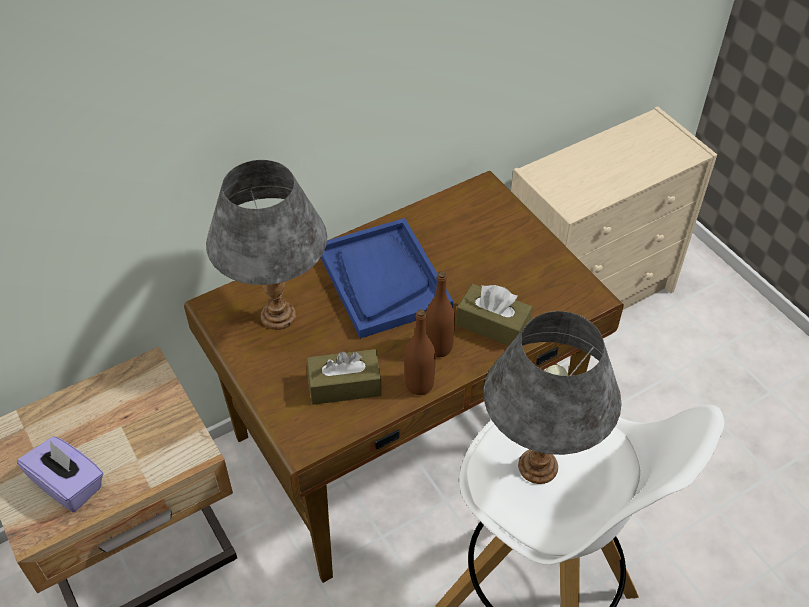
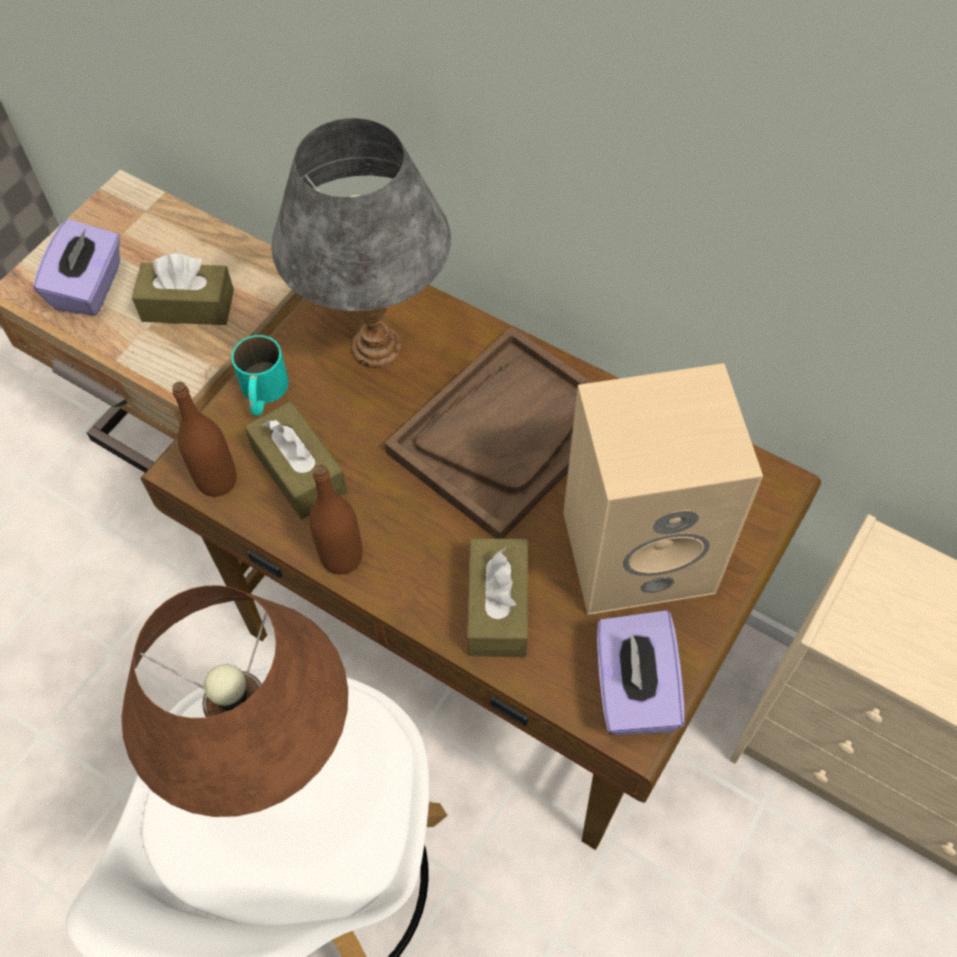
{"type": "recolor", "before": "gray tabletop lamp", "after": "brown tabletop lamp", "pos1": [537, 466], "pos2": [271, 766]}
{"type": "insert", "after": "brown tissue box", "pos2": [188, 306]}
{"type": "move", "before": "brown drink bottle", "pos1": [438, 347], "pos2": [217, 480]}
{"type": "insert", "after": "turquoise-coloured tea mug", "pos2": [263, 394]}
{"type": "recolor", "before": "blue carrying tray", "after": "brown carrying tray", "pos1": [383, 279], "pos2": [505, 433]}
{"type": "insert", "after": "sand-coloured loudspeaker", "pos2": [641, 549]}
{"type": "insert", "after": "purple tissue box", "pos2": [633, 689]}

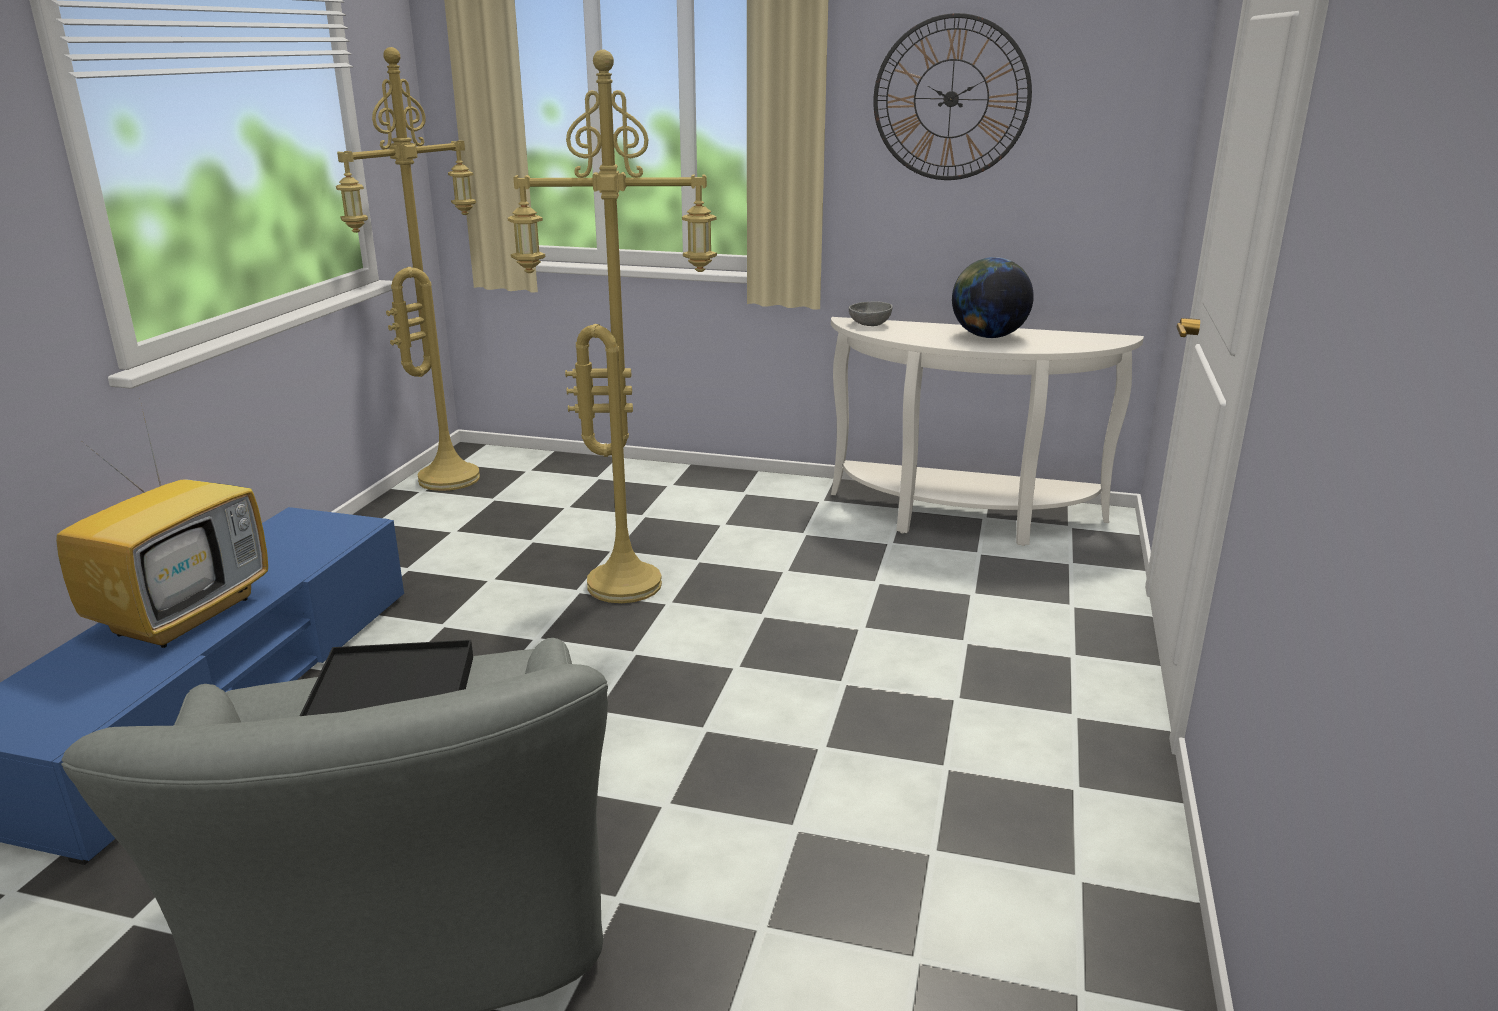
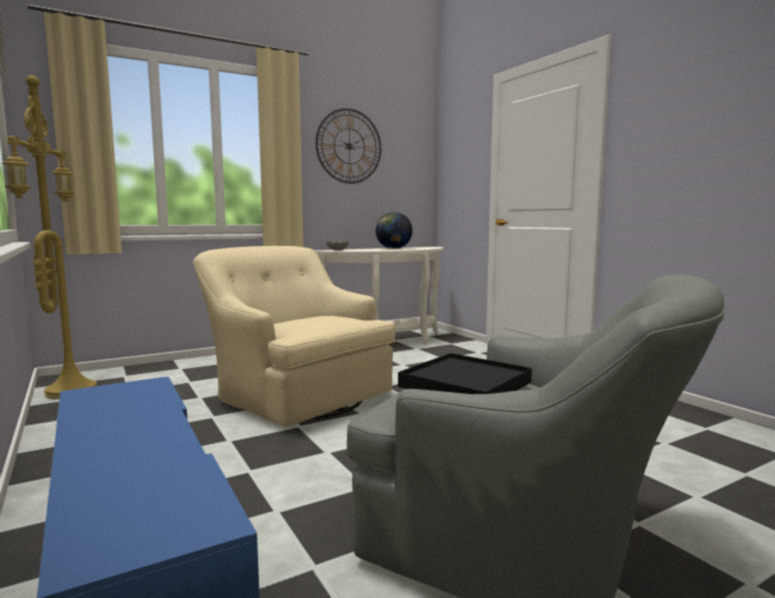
{"type": "replace", "before": "yellowish standing lamp", "after": "sand-coloured easy chair", "pos1": [628, 583], "pos2": [296, 395]}
{"type": "delete", "before": "television", "pos1": [184, 614]}

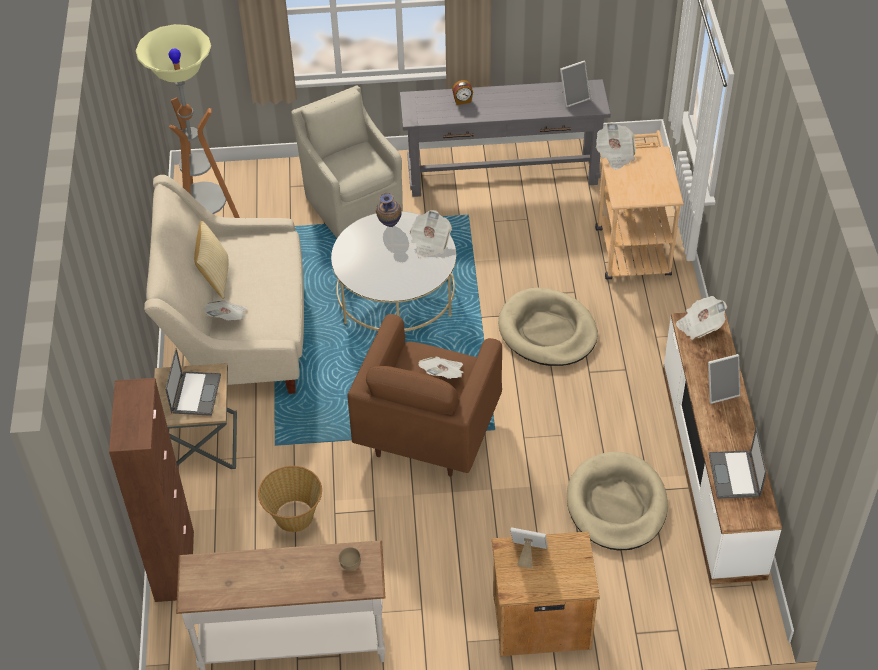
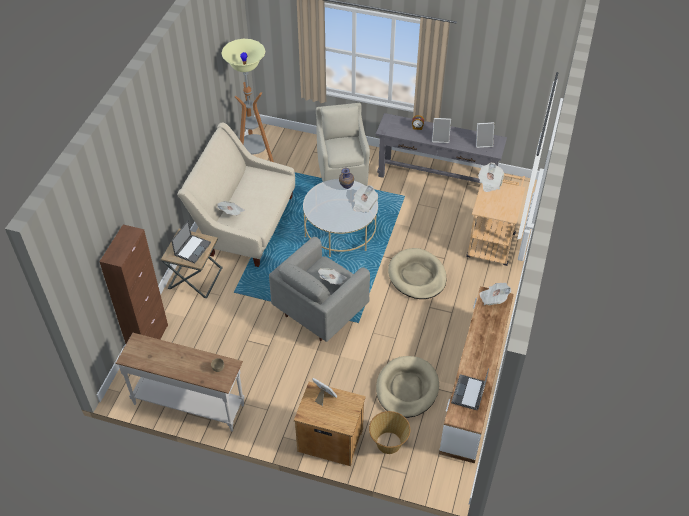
{"type": "recolor", "before": "brown easy chair", "after": "gray easy chair", "pos1": [427, 431], "pos2": [320, 311]}
{"type": "move", "before": "storage basket", "pos1": [294, 517], "pos2": [388, 443]}
{"type": "move", "before": "picture frame", "pos1": [720, 391], "pos2": [440, 138]}
{"type": "delete", "before": "cushion", "pos1": [215, 278]}

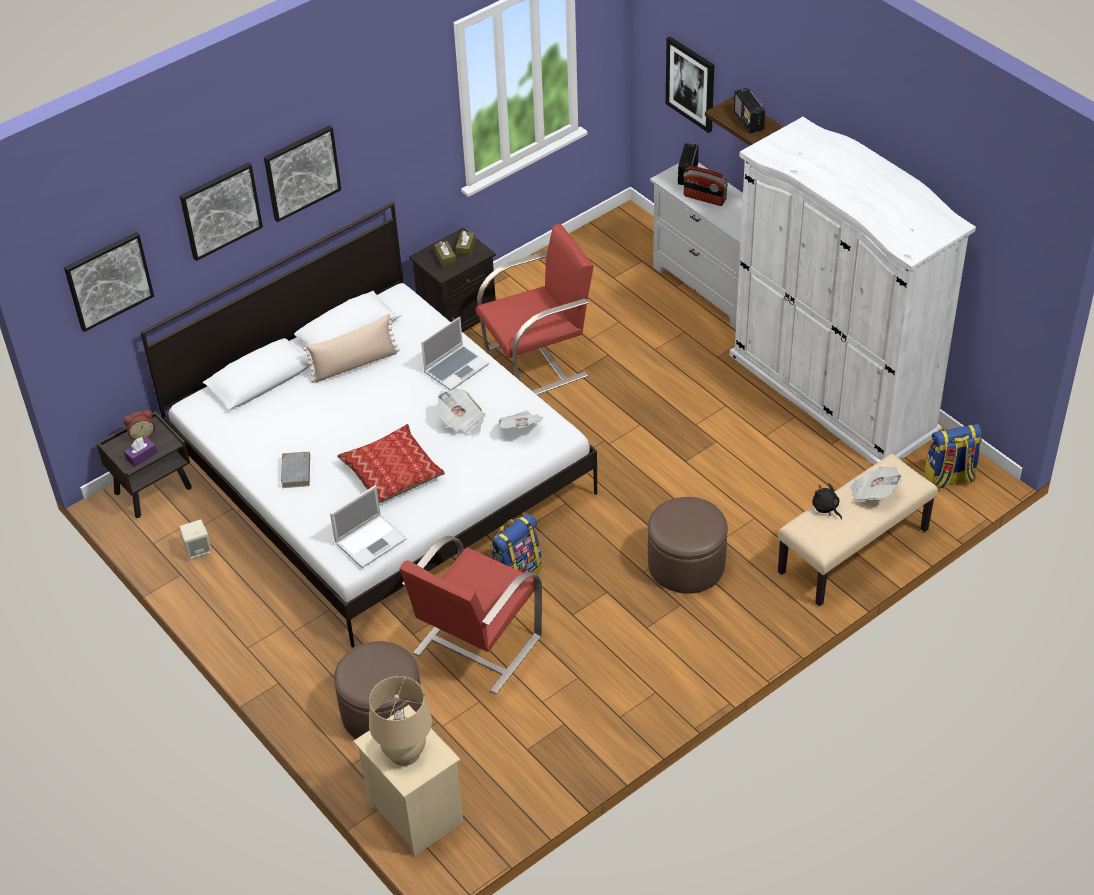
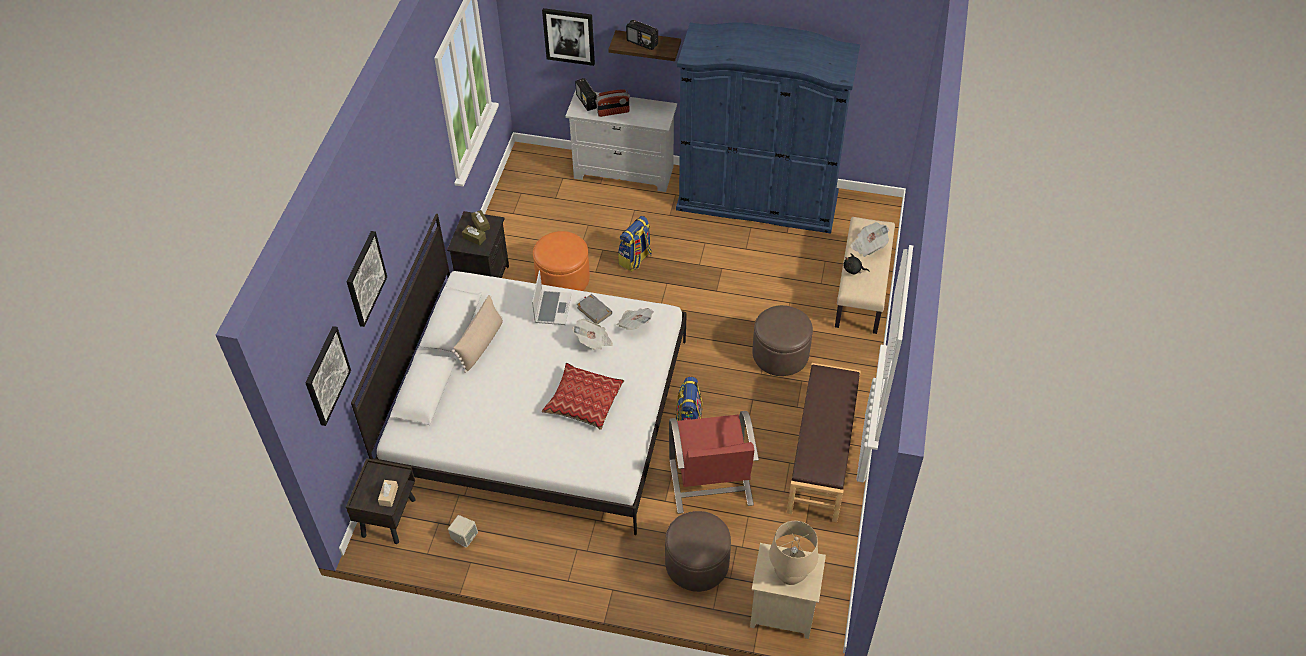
{"type": "recolor", "before": "purple tissue box", "after": "sand-coloured tissue box", "pos1": [141, 456], "pos2": [389, 496]}
{"type": "replace", "before": "reddish easy chair", "after": "orange-coloured ottoman", "pos1": [537, 361], "pos2": [563, 278]}
{"type": "move", "before": "gray bound book", "pos1": [296, 472], "pos2": [594, 310]}
{"type": "move", "before": "backpack", "pos1": [949, 478], "pos2": [635, 259]}
{"type": "recolor", "before": "whitish clothes cupboard", "after": "blue clothes cupboard", "pos1": [833, 393], "pos2": [757, 201]}
{"type": "insert", "after": "brown bench", "pos2": [822, 456]}
{"type": "delete", "before": "alarm clock", "pos1": [142, 434]}
{"type": "delete", "before": "wall picture", "pos1": [301, 172]}
{"type": "delete", "before": "portable computer", "pos1": [371, 540]}

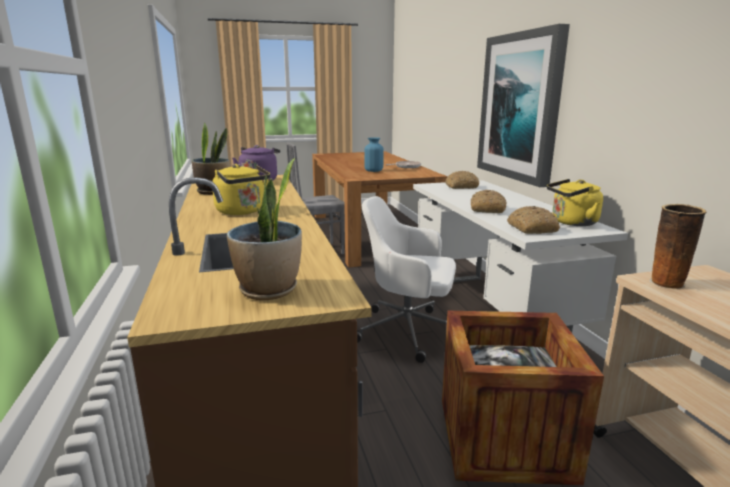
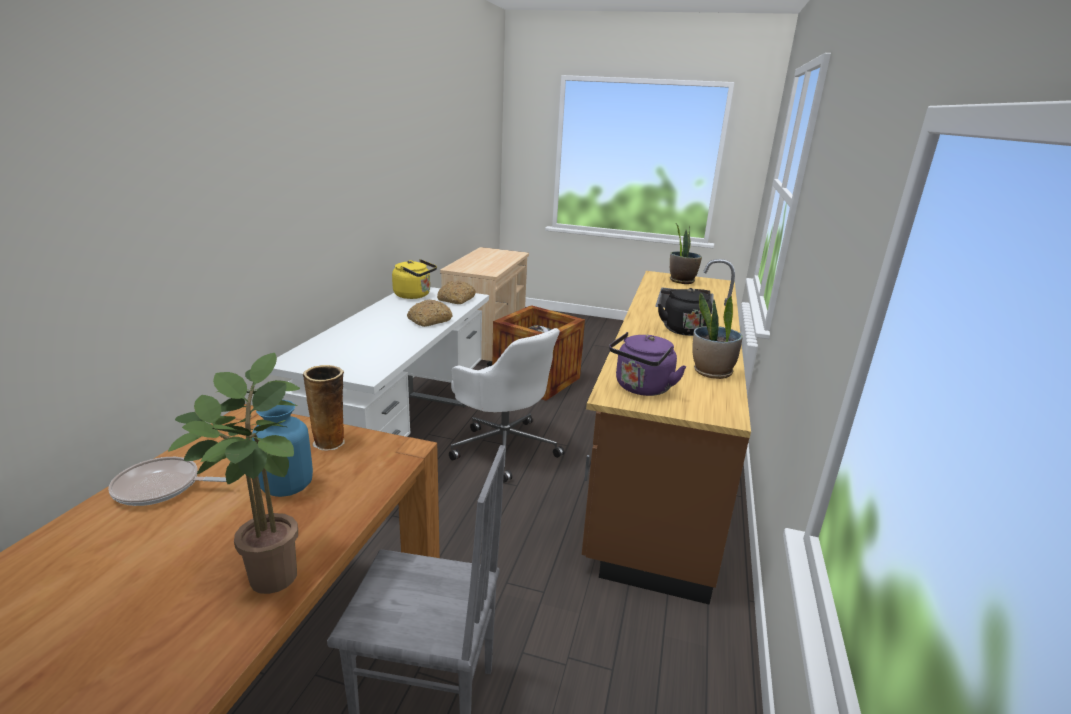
{"type": "insert", "after": "houseplant", "pos2": [268, 573]}
{"type": "move", "before": "vase", "pos1": [667, 284], "pos2": [330, 442]}
{"type": "recolor", "before": "yellowish water kettle", "after": "black water kettle", "pos1": [242, 212], "pos2": [682, 329]}
{"type": "delete", "before": "bakery bread", "pos1": [461, 187]}
{"type": "delete", "before": "wall picture", "pos1": [520, 107]}

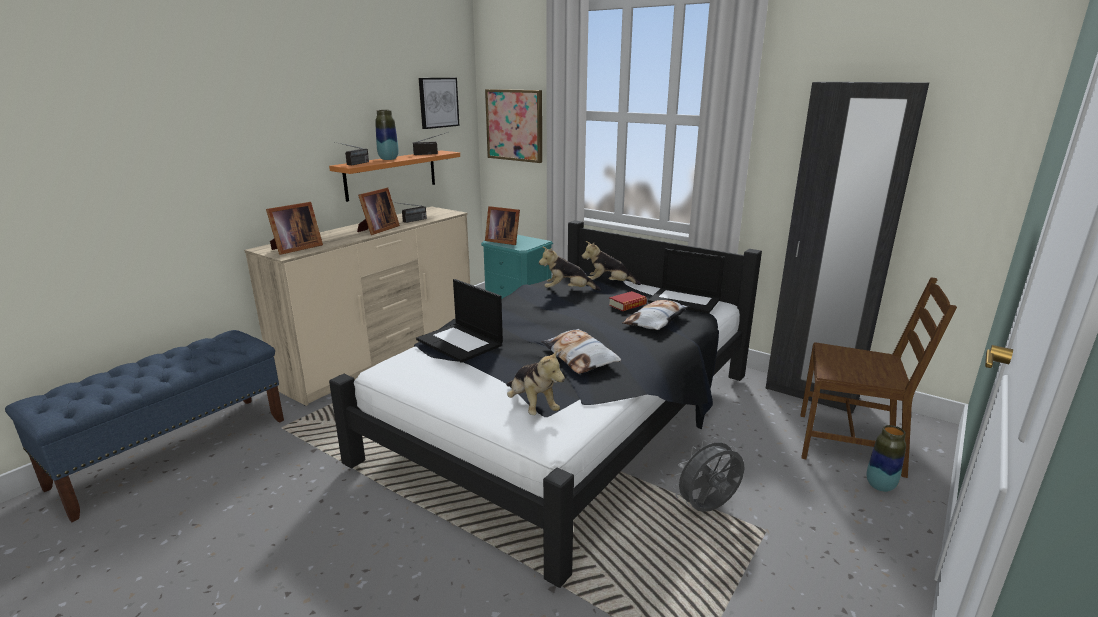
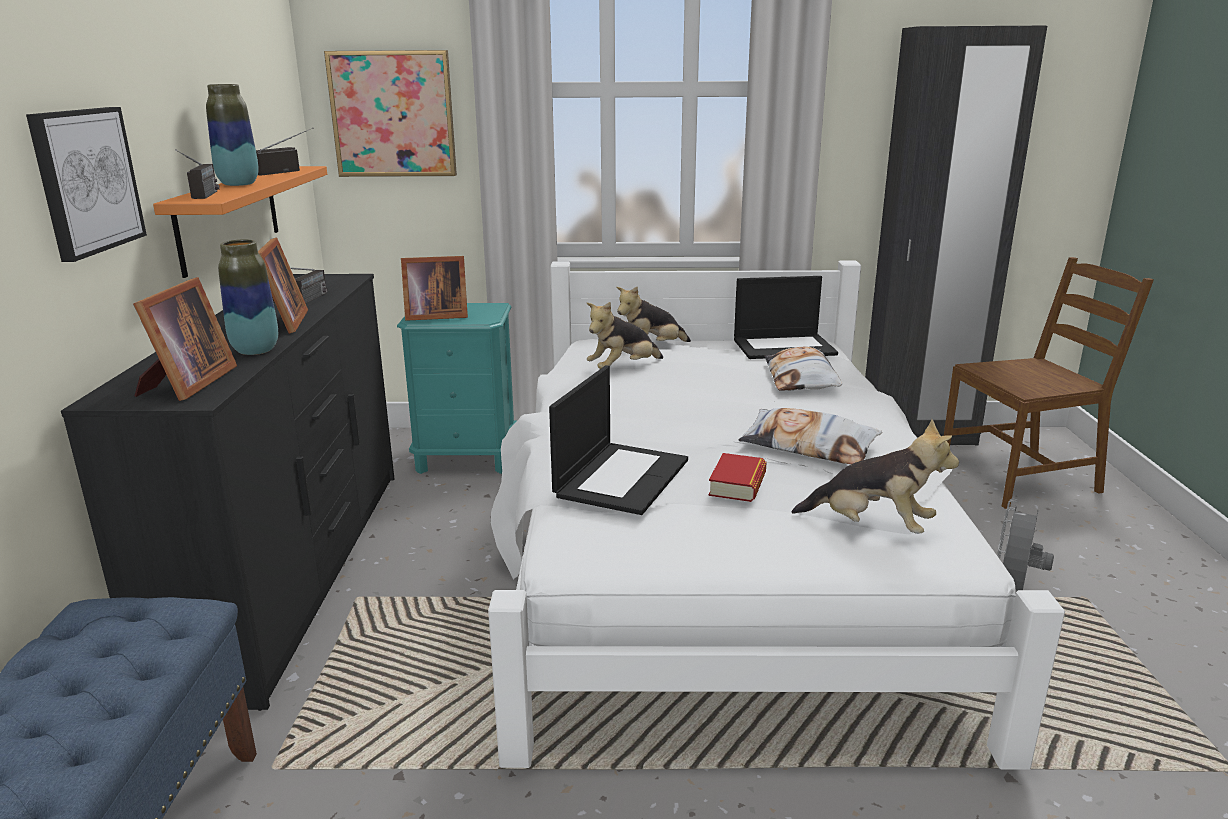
{"type": "move", "before": "wall picture", "pos1": [438, 102], "pos2": [86, 181]}
{"type": "recolor", "before": "sand-coloured chest of drawers", "after": "black chest of drawers", "pos1": [384, 355], "pos2": [297, 569]}
{"type": "move", "before": "vase", "pos1": [880, 486], "pos2": [255, 351]}
{"type": "recolor", "before": "black bedroom bed", "after": "whitish bedroom bed", "pos1": [566, 419], "pos2": [718, 561]}
{"type": "rotate", "before": "portable computer", "pos1": [460, 342], "pos2": [621, 477], "turn": -75}
{"type": "move", "before": "bound book", "pos1": [627, 305], "pos2": [737, 484]}

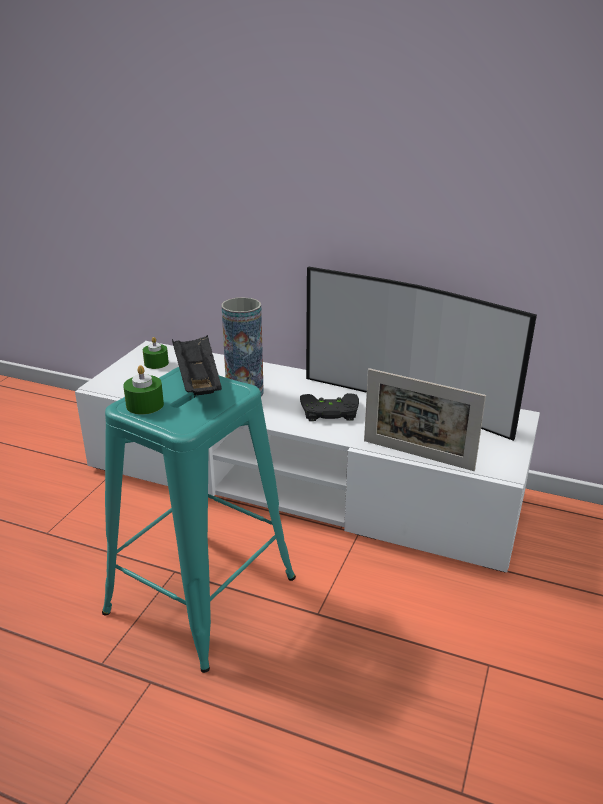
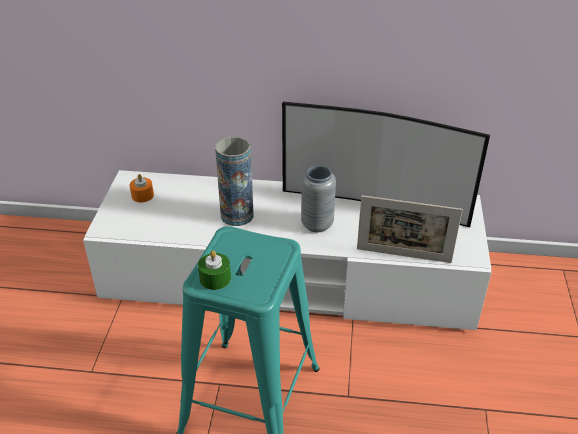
{"type": "recolor", "before": "green wax candle", "after": "orange-coloured wax candle", "pos1": [156, 363], "pos2": [142, 195]}
{"type": "replace", "before": "black game controller", "after": "gray vase", "pos1": [329, 412], "pos2": [317, 224]}
{"type": "delete", "before": "black carrying tray", "pos1": [197, 382]}

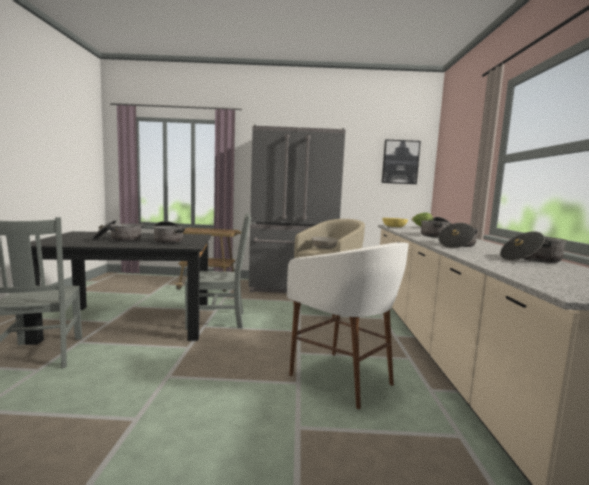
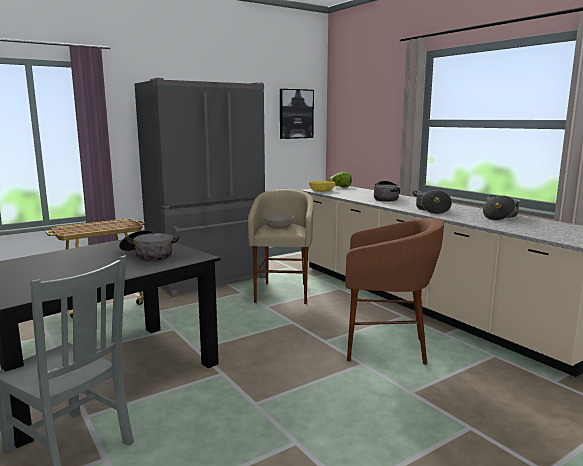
{"type": "recolor", "before": "whitish stool seat", "after": "brown stool seat", "pos1": [342, 379], "pos2": [386, 348]}
{"type": "delete", "before": "stockpot", "pos1": [118, 240]}
{"type": "delete", "before": "gray upright chair", "pos1": [218, 320]}

